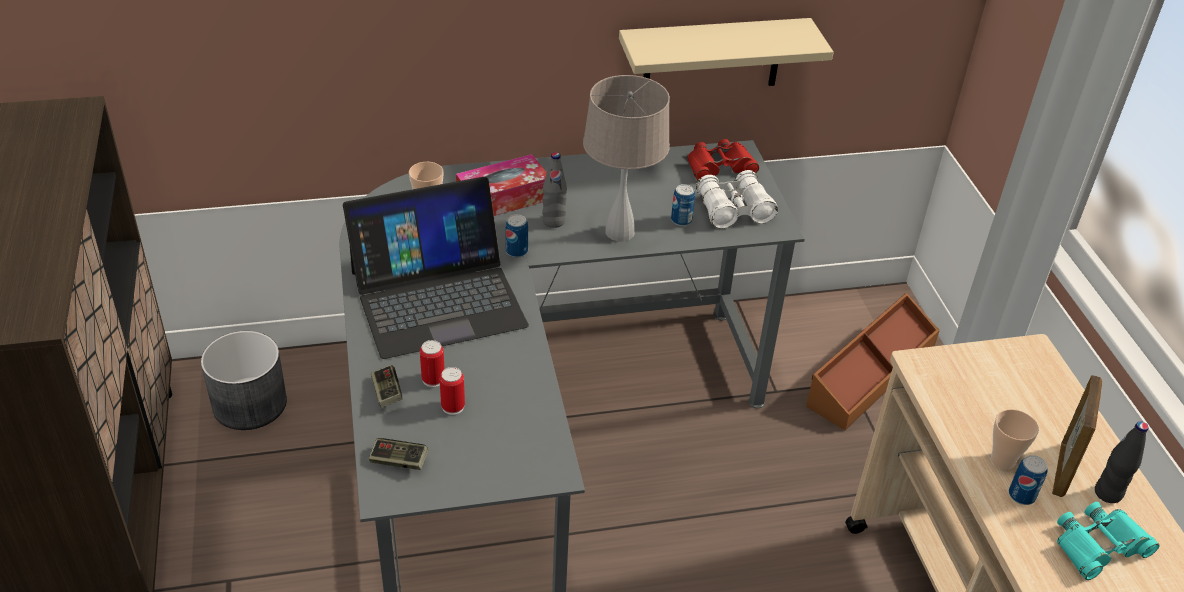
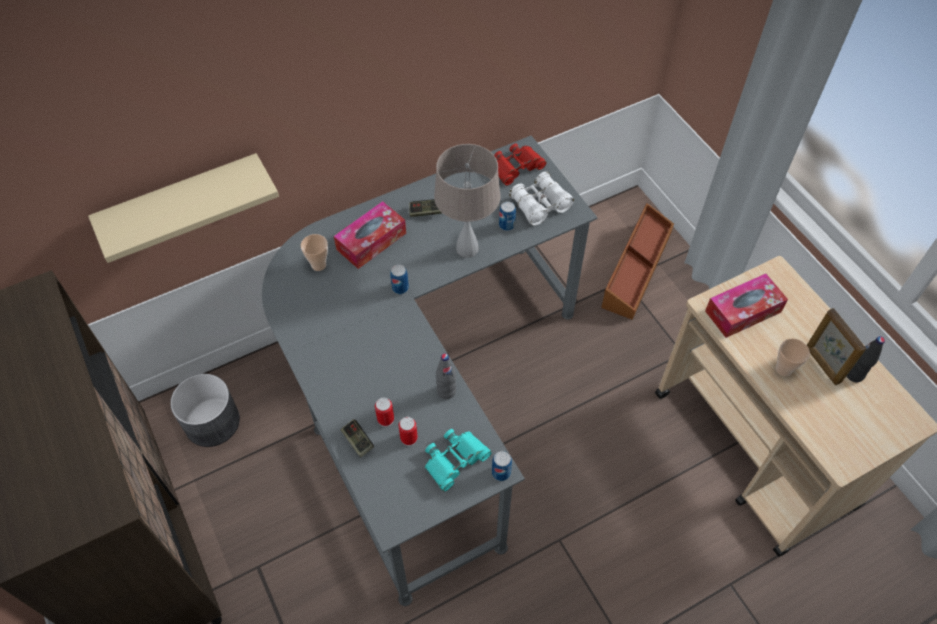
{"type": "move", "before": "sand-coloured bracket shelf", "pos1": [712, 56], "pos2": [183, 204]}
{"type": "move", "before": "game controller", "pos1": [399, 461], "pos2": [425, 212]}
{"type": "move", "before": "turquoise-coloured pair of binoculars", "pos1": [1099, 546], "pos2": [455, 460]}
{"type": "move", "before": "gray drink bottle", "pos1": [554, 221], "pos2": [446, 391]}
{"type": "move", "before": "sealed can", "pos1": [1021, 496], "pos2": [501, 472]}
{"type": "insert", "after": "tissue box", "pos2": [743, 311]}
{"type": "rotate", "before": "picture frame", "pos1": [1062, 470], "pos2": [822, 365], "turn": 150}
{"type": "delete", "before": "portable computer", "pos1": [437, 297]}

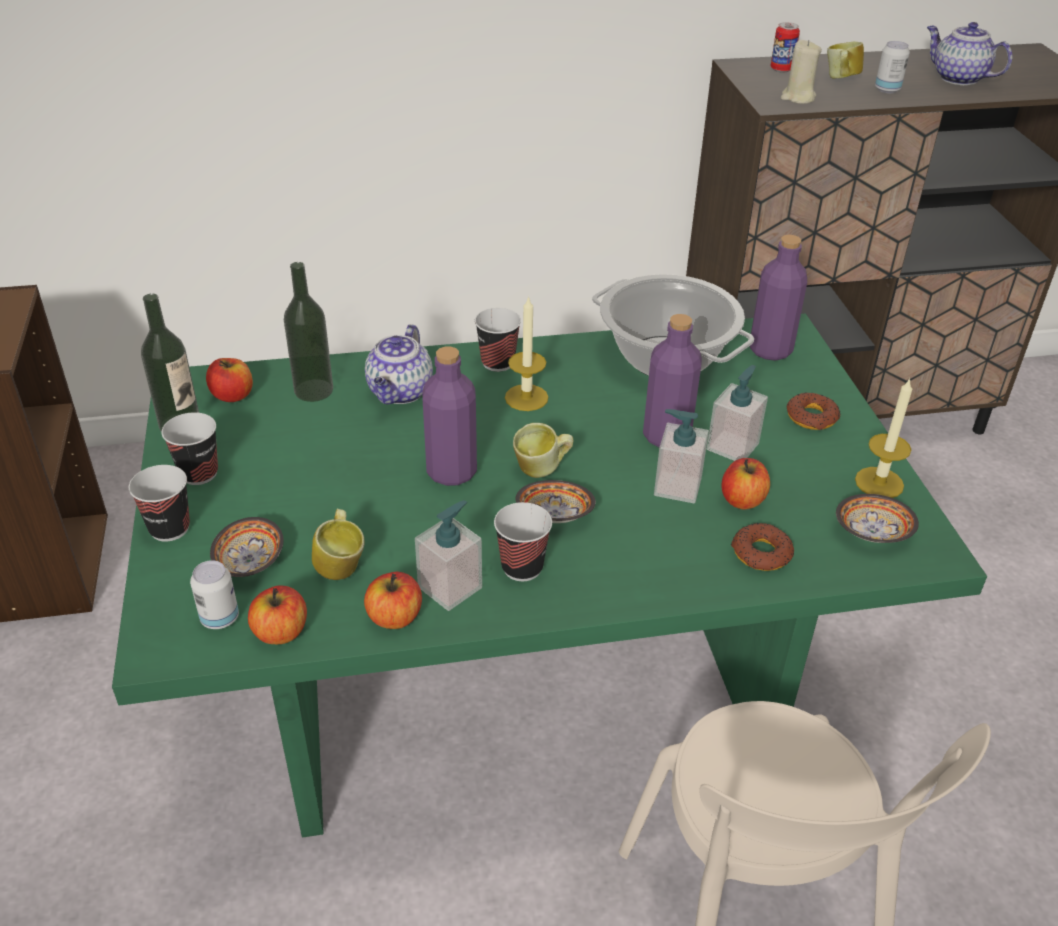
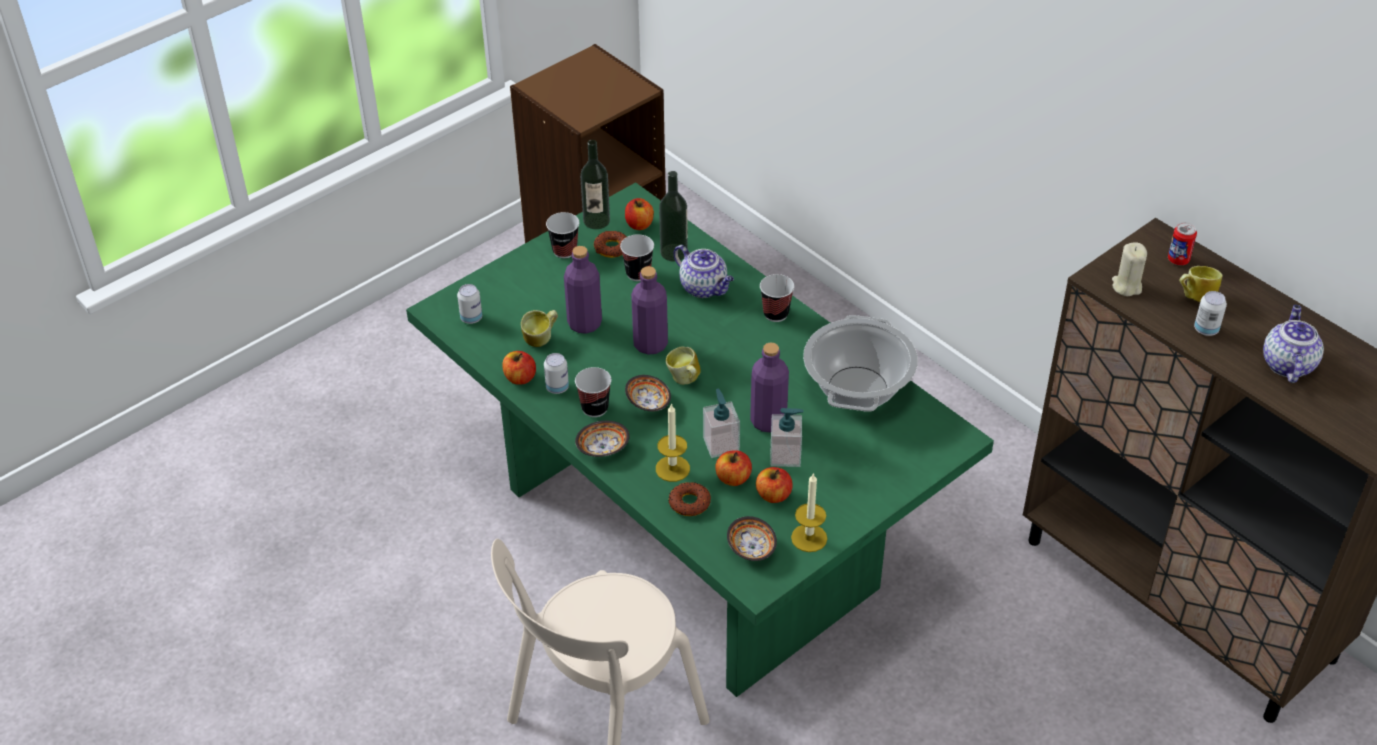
{"type": "replace", "before": "soap dispenser", "after": "sealed can", "pos1": [450, 587], "pos2": [557, 388]}
{"type": "move", "before": "purple drink bottle", "pos1": [770, 350], "pos2": [584, 323]}
{"type": "move", "before": "serving bowl", "pos1": [250, 562], "pos2": [603, 448]}
{"type": "move", "before": "ring doughnut", "pos1": [812, 417], "pos2": [612, 248]}
{"type": "move", "before": "drinking cup", "pos1": [169, 528], "pos2": [638, 273]}
{"type": "move", "before": "wax candle", "pos1": [526, 397], "pos2": [672, 468]}
{"type": "rotate", "before": "pot for tea", "pos1": [400, 393], "pos2": [704, 288], "turn": -120}
{"type": "move", "before": "whole apple", "pos1": [281, 632], "pos2": [773, 495]}

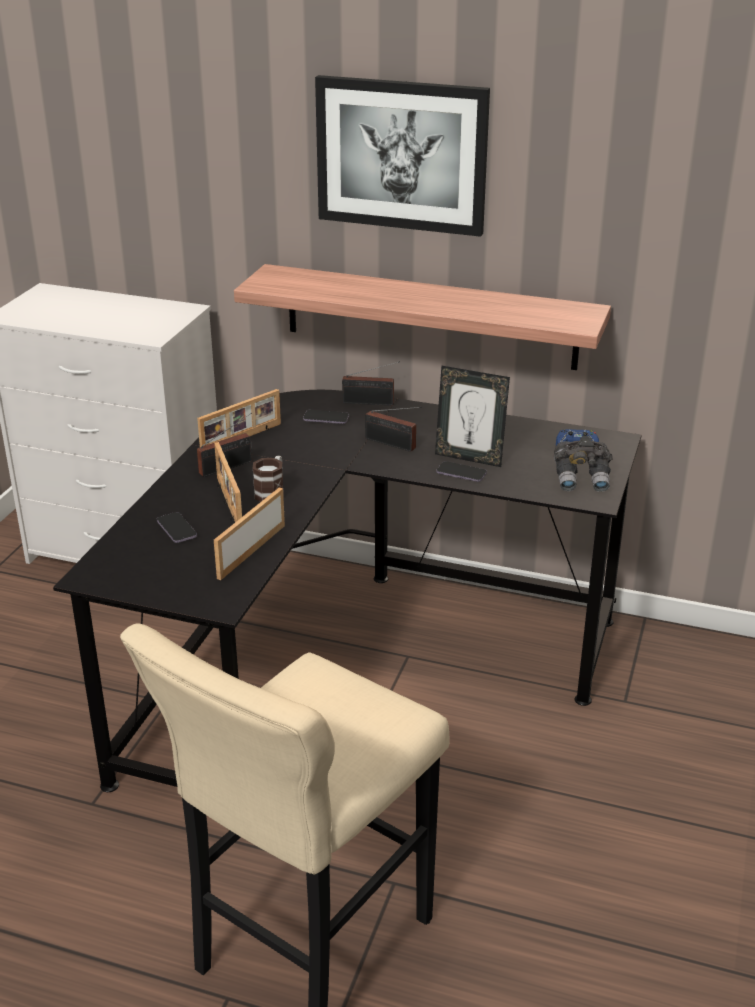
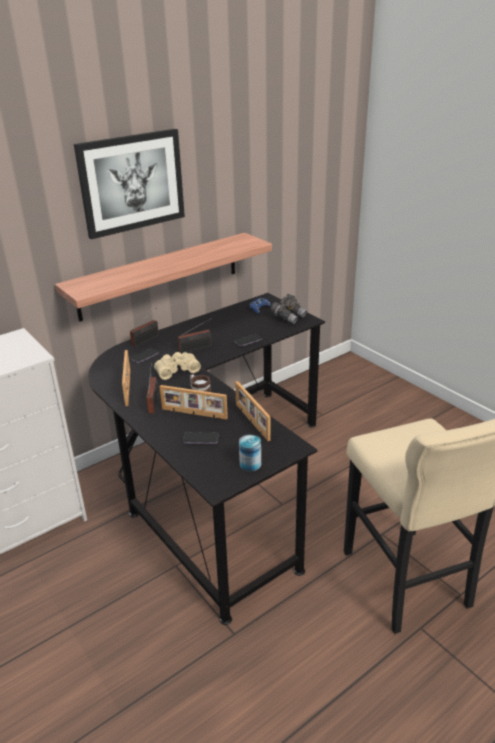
{"type": "insert", "after": "sand-coloured pair of binoculars", "pos2": [176, 369]}
{"type": "insert", "after": "sealed can", "pos2": [250, 464]}
{"type": "delete", "before": "picture frame", "pos1": [469, 458]}

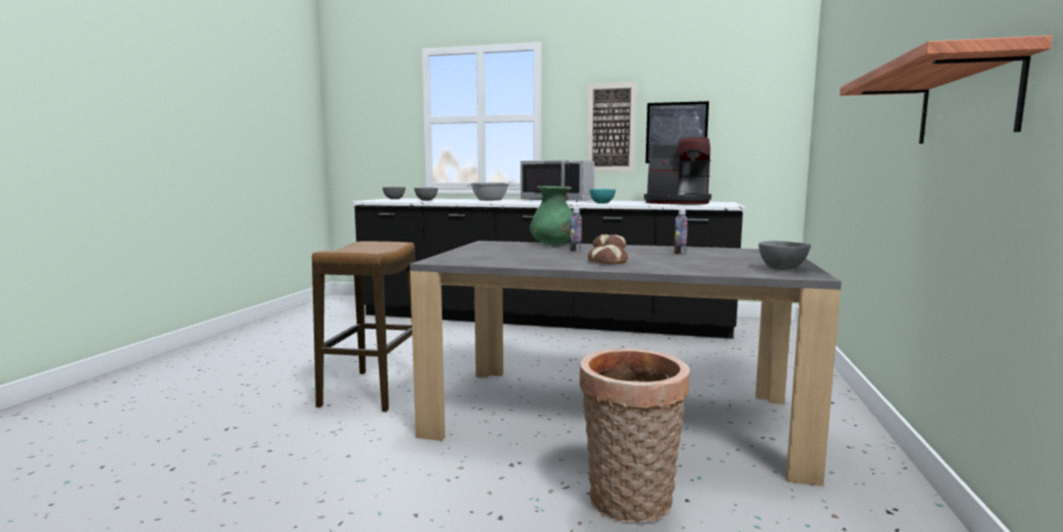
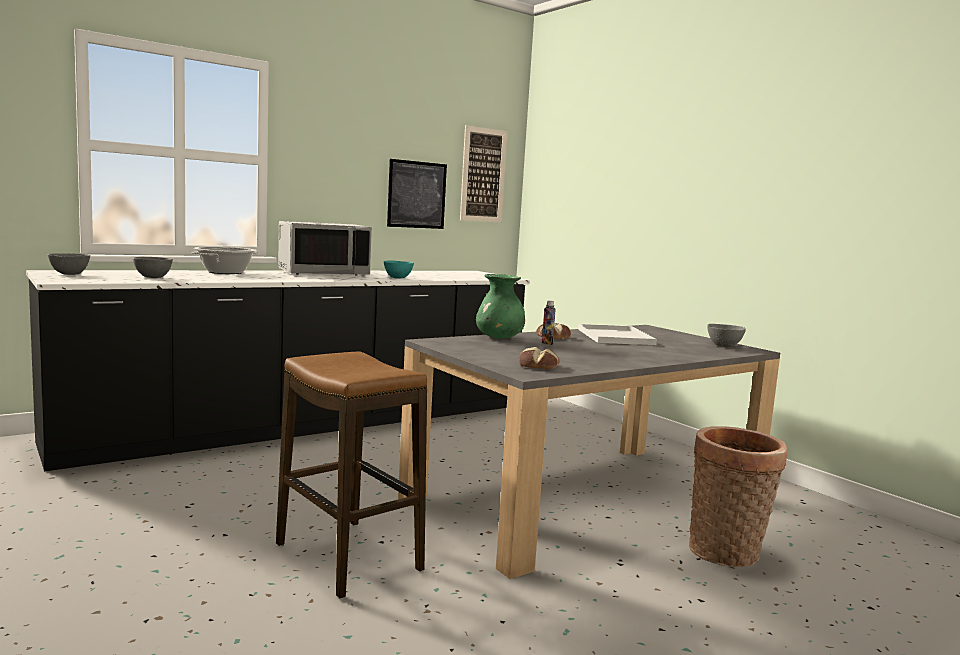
{"type": "move", "before": "wall picture", "pos1": [611, 127], "pos2": [483, 175]}
{"type": "move", "before": "bakery bread", "pos1": [606, 262], "pos2": [537, 366]}
{"type": "replace", "before": "drink bottle", "after": "whitish carrying tray", "pos1": [680, 253], "pos2": [616, 337]}
{"type": "delete", "before": "coffee brewer", "pos1": [678, 203]}
{"type": "delete", "before": "bracket shelf", "pos1": [966, 102]}

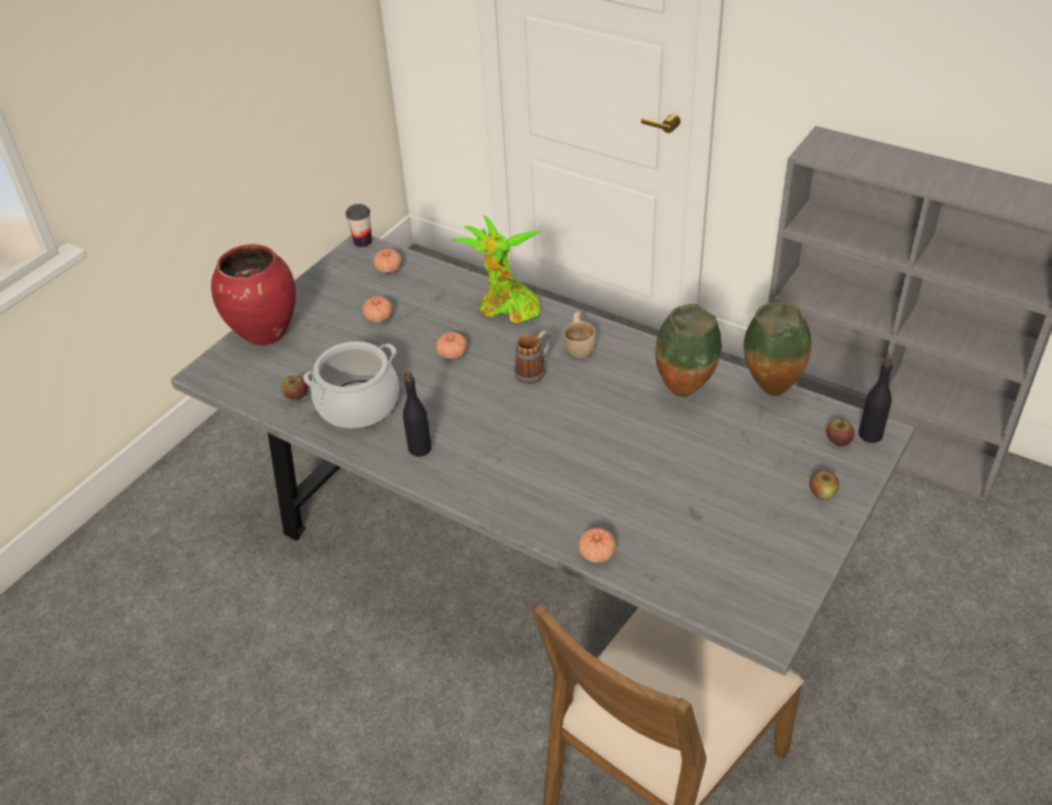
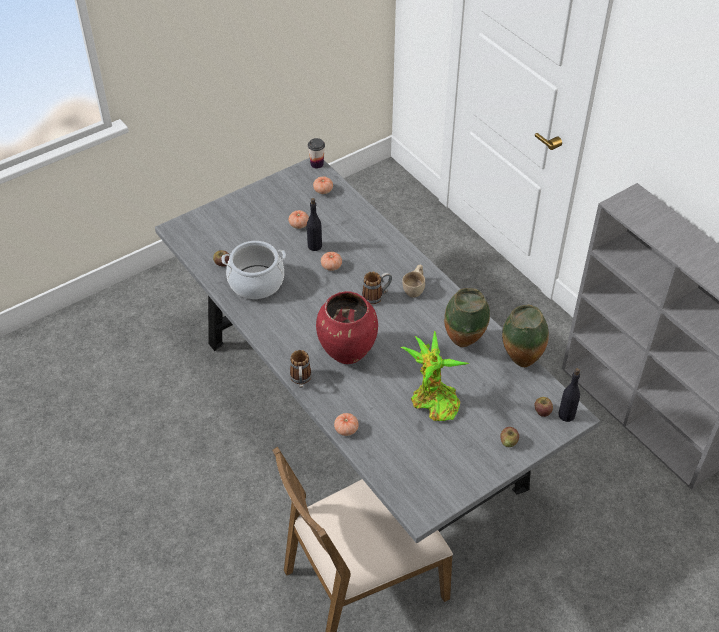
{"type": "insert", "after": "tea mug", "pos2": [301, 380]}
{"type": "move", "before": "black drink bottle", "pos1": [420, 448], "pos2": [315, 246]}
{"type": "move", "before": "reddish vase", "pos1": [266, 334], "pos2": [348, 353]}
{"type": "move", "before": "houseplant", "pos1": [505, 308], "pos2": [432, 402]}

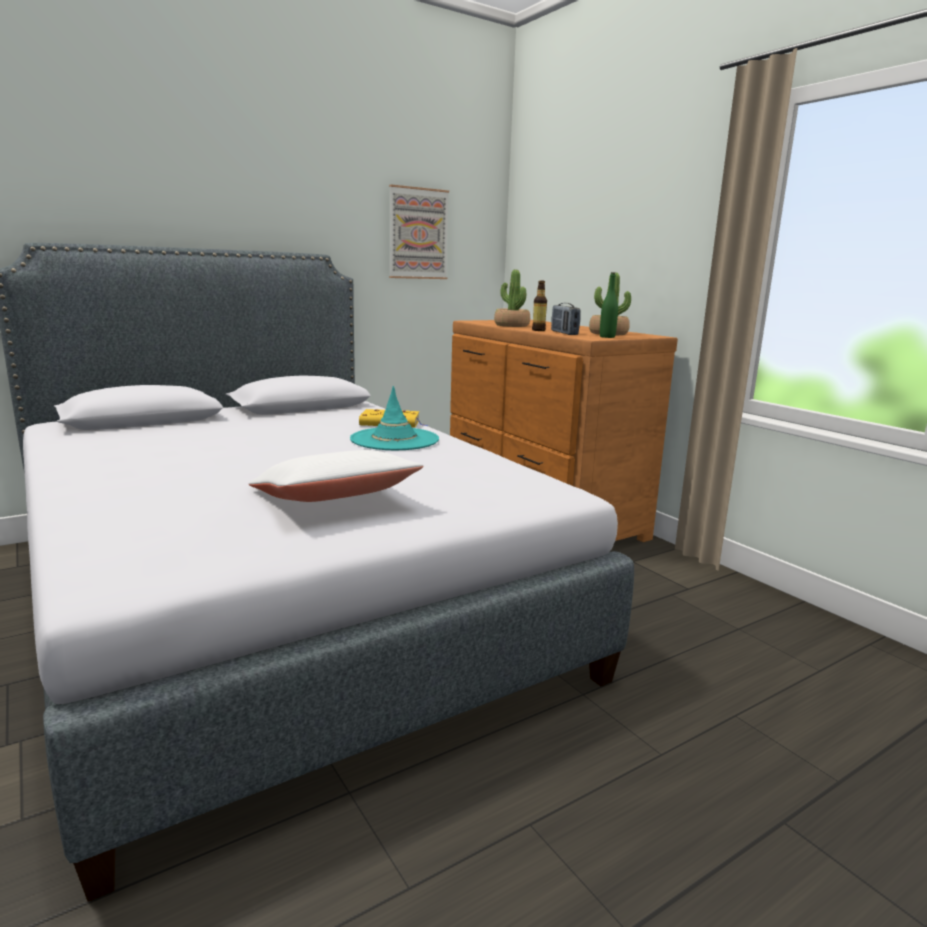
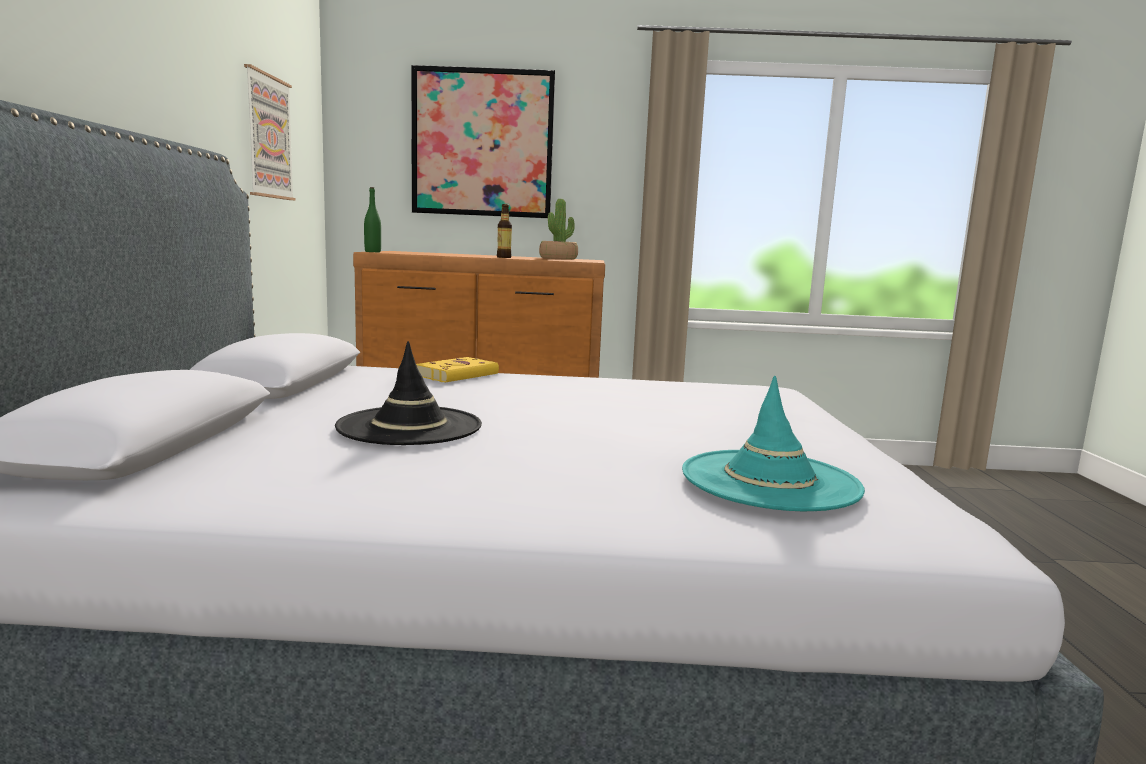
{"type": "insert", "after": "black wearable hat", "pos2": [410, 426]}
{"type": "move", "before": "green drink bottle", "pos1": [607, 337], "pos2": [372, 252]}
{"type": "insert", "after": "wall picture", "pos2": [482, 143]}
{"type": "move", "before": "turquoise-coloured wearable hat", "pos1": [394, 439], "pos2": [770, 480]}
{"type": "delete", "before": "whitish cushion", "pos1": [334, 502]}
{"type": "delete", "before": "houseplant", "pos1": [511, 325]}
{"type": "delete", "before": "radio", "pos1": [564, 333]}

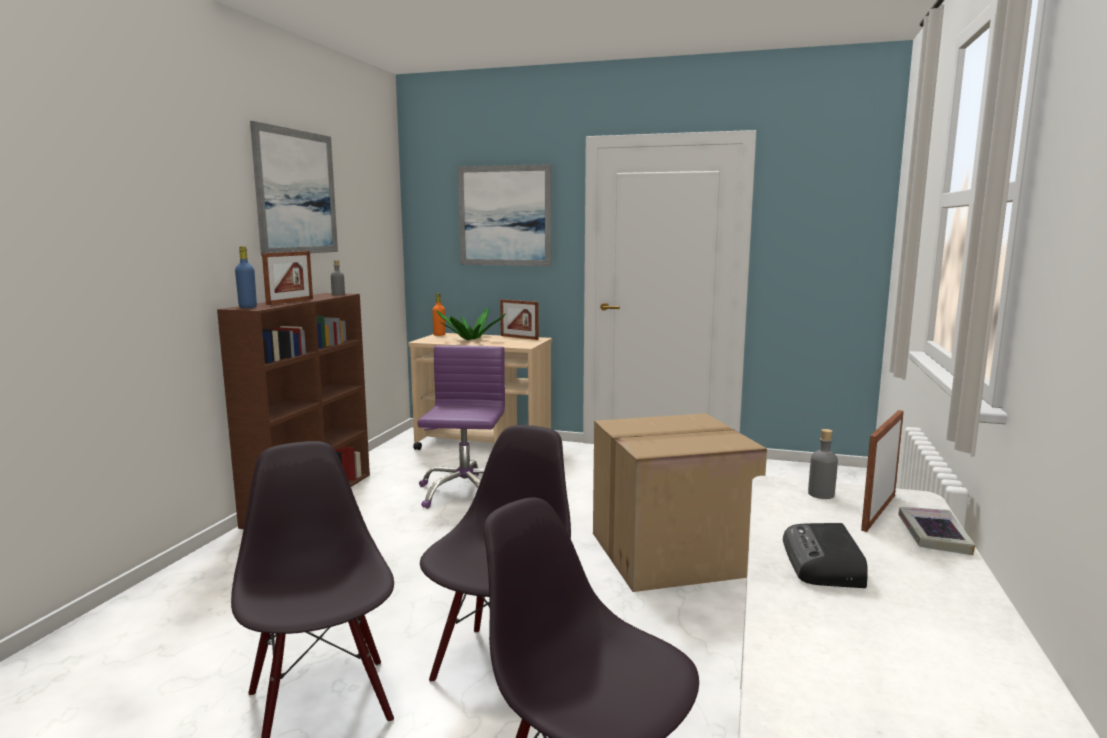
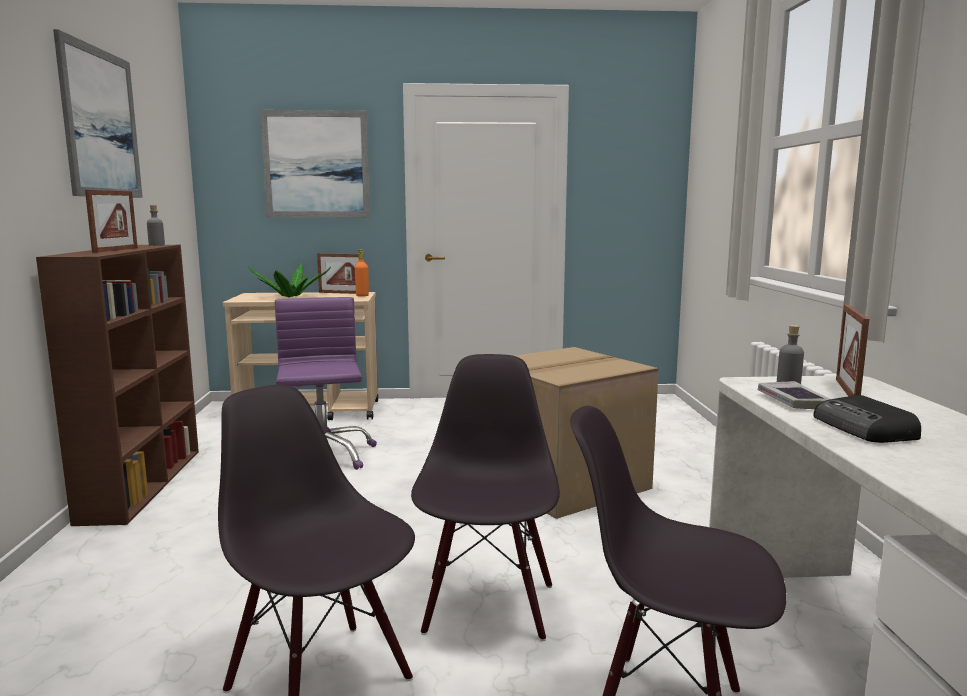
{"type": "move", "before": "orange-coloured drink bottle", "pos1": [439, 335], "pos2": [362, 296]}
{"type": "move", "before": "bound book", "pos1": [933, 536], "pos2": [793, 401]}
{"type": "delete", "before": "blue drink bottle", "pos1": [248, 307]}

